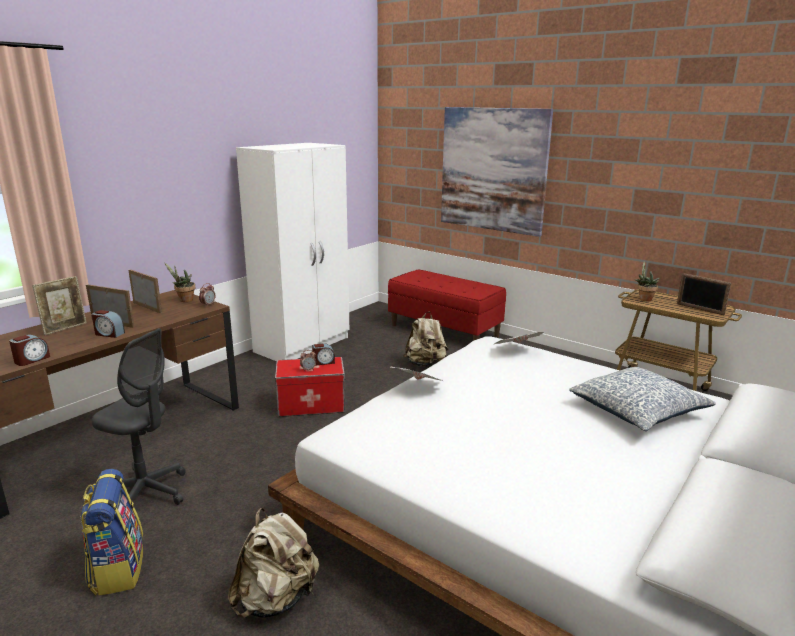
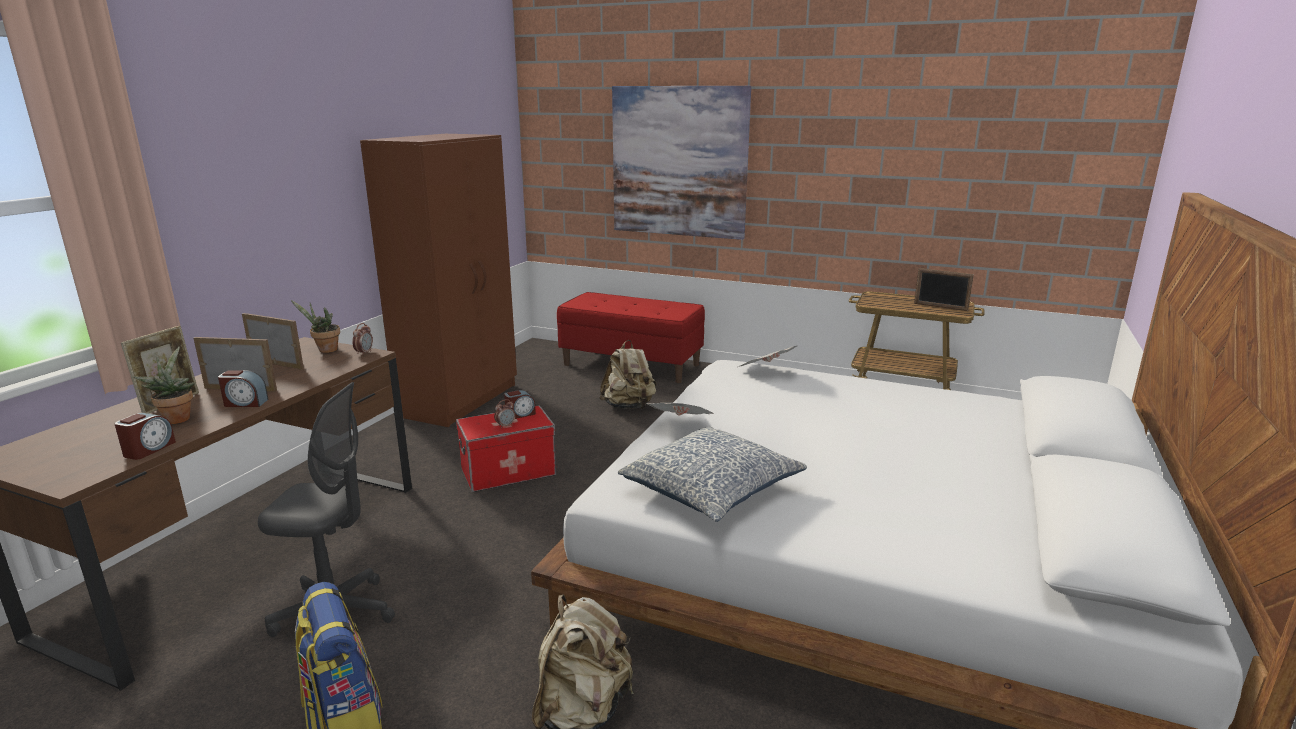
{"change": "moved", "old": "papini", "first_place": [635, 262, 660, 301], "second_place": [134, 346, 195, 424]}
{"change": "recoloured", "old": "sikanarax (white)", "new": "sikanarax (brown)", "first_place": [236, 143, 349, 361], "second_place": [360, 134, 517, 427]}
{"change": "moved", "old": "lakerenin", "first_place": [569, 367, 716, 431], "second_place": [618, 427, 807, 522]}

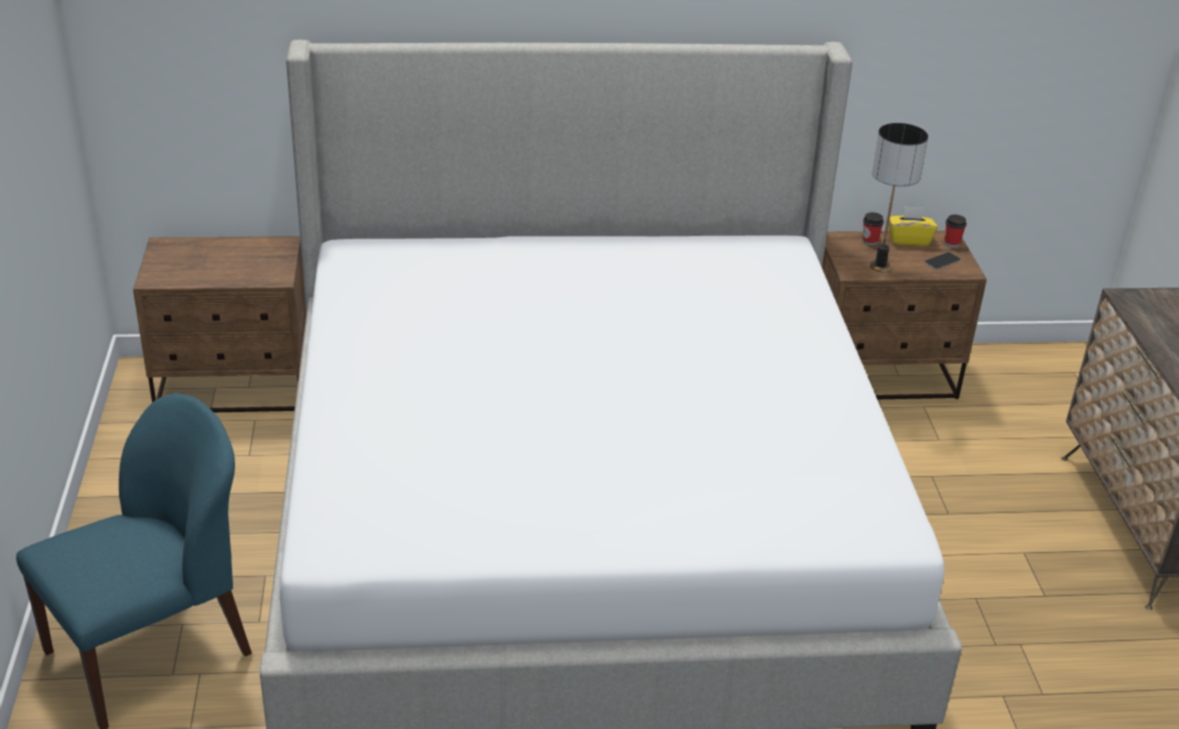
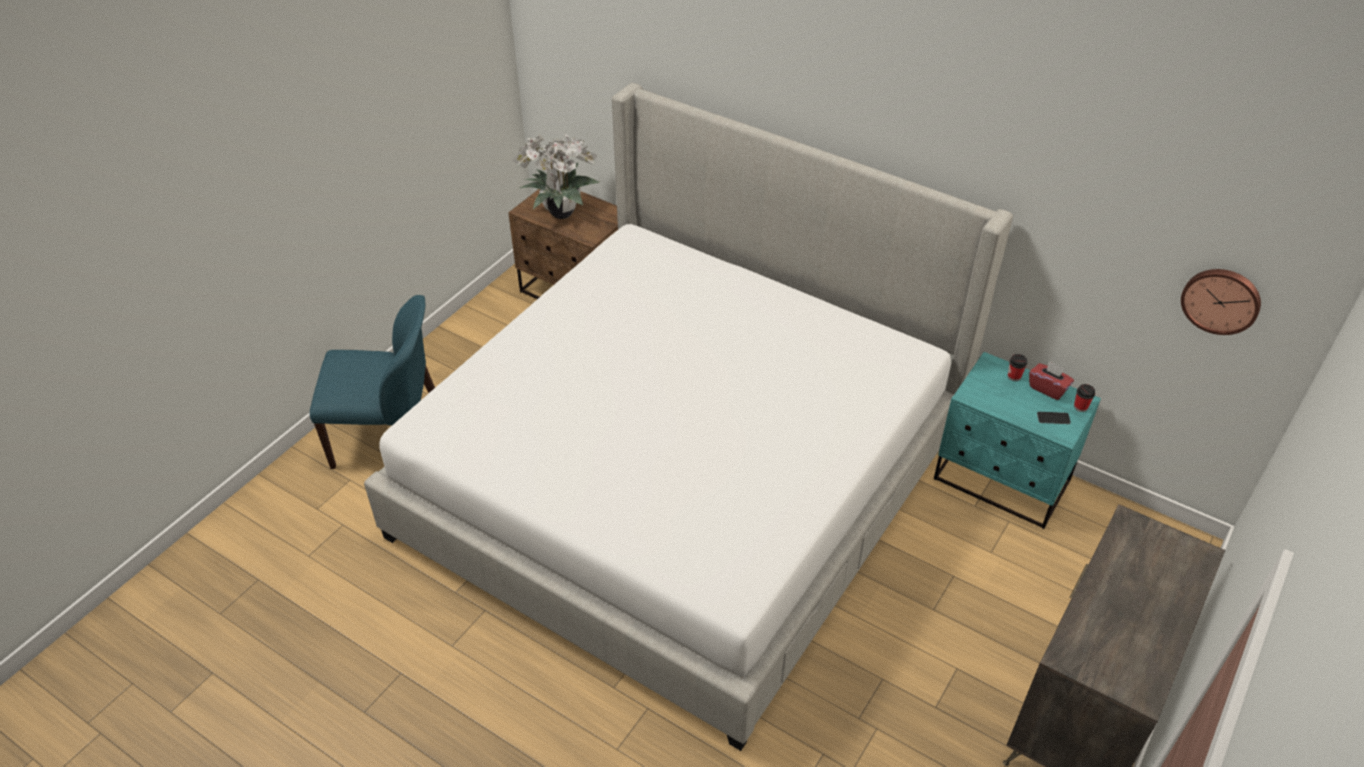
{"change": "added", "new": "papini", "second_place": [512, 134, 599, 219]}
{"change": "recoloured", "old": "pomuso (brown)", "new": "pomuso (turquoise)", "first_place": [822, 231, 987, 399], "second_place": [934, 352, 1101, 529]}
{"change": "recoloured", "old": "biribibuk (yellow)", "new": "biribibuk (red)", "first_place": [889, 206, 937, 246], "second_place": [1029, 361, 1074, 400]}
{"change": "added", "new": "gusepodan", "second_place": [1181, 269, 1261, 335]}
{"change": "removed", "old": "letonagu", "first_place": [870, 123, 928, 272]}

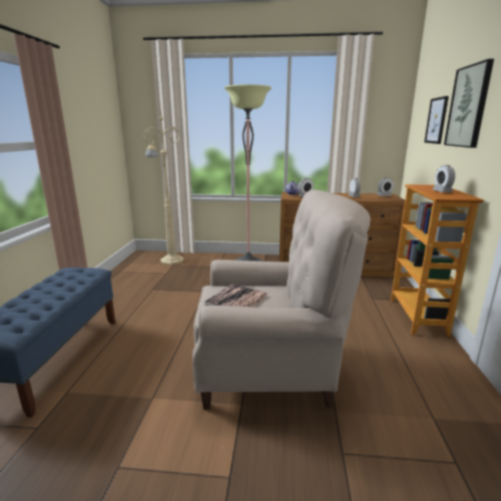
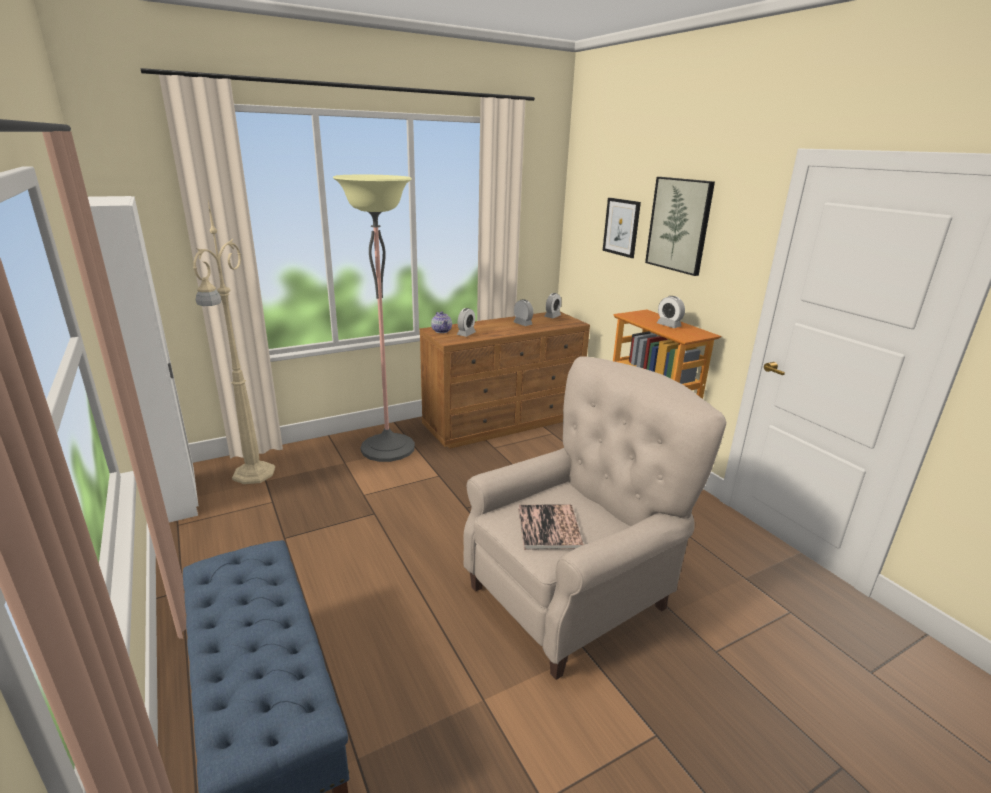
{"change": "added", "new": "sikanarax (white)", "second_place": [88, 196, 198, 522]}

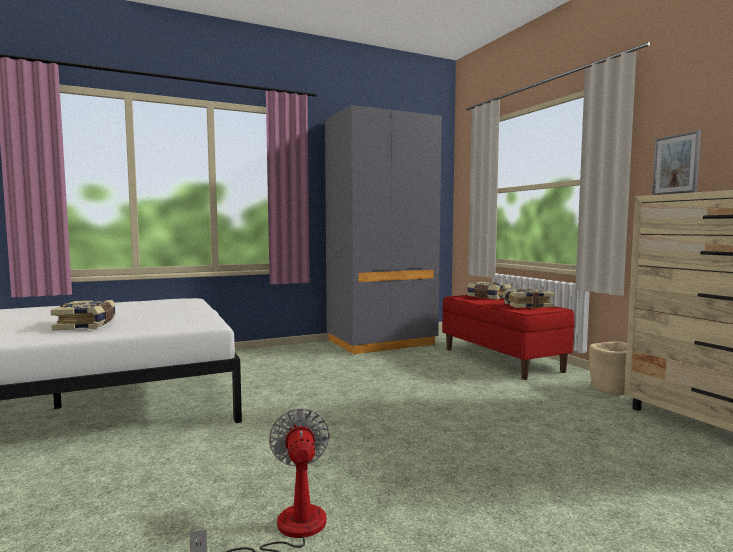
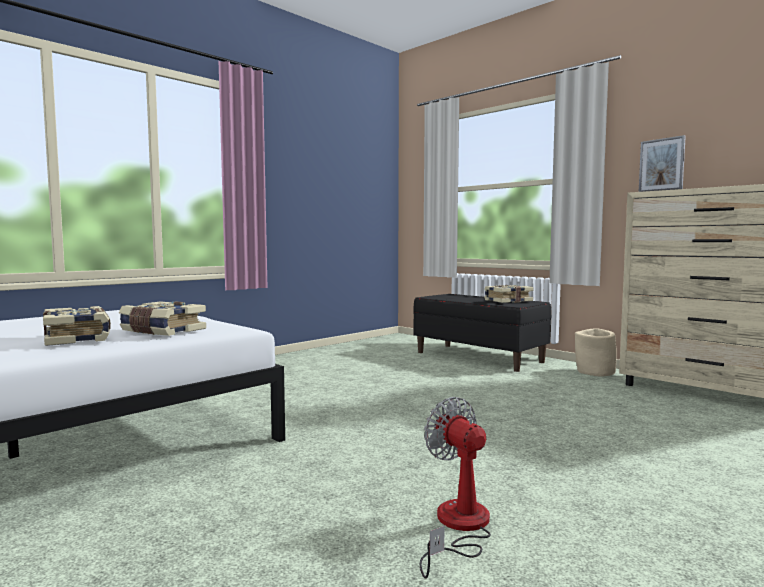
{"change": "moved", "old": "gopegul", "first_place": [467, 282, 512, 300], "second_place": [119, 301, 206, 336]}
{"change": "recoloured", "old": "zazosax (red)", "new": "zazosax (black)", "first_place": [442, 295, 575, 380], "second_place": [413, 294, 551, 372]}
{"change": "removed", "old": "sikanarax (grey)", "first_place": [325, 105, 442, 355]}

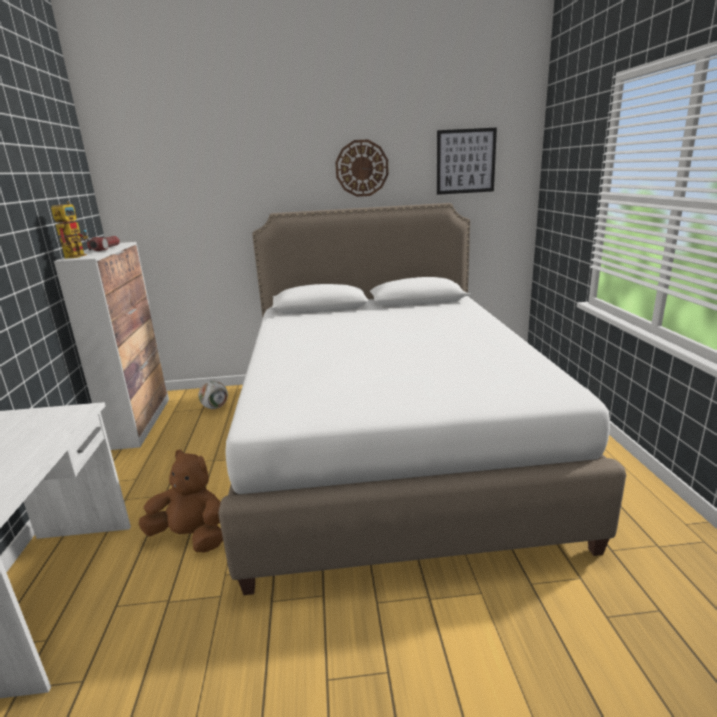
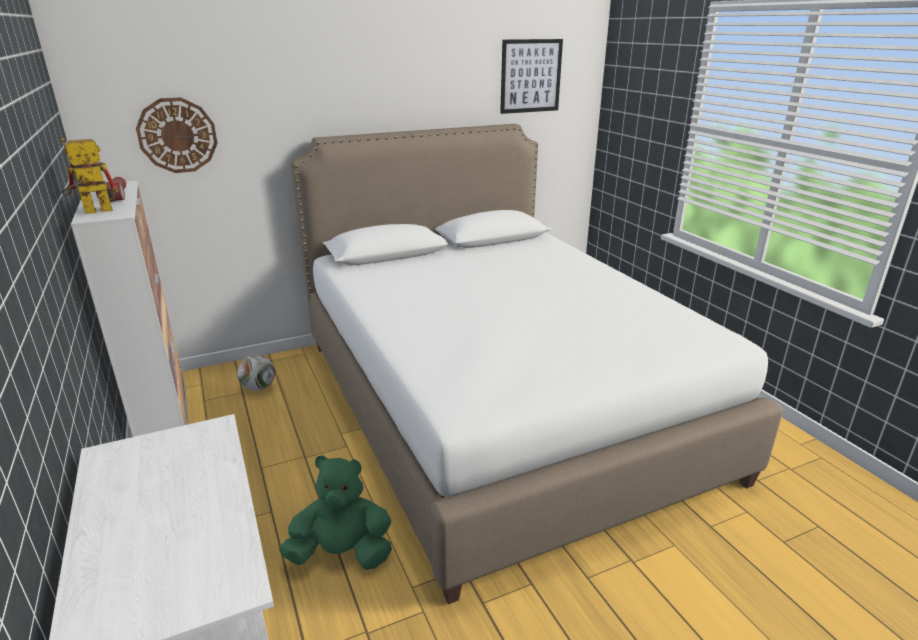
{"change": "turned", "old": "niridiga", "first_place": [51, 201, 88, 258], "second_place": [61, 138, 118, 214], "degrees": -105}
{"change": "moved", "old": "gusepodan", "first_place": [335, 139, 389, 197], "second_place": [136, 98, 218, 173]}
{"change": "recoloured", "old": "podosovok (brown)", "new": "podosovok (green)", "first_place": [139, 450, 223, 553], "second_place": [279, 455, 392, 570]}

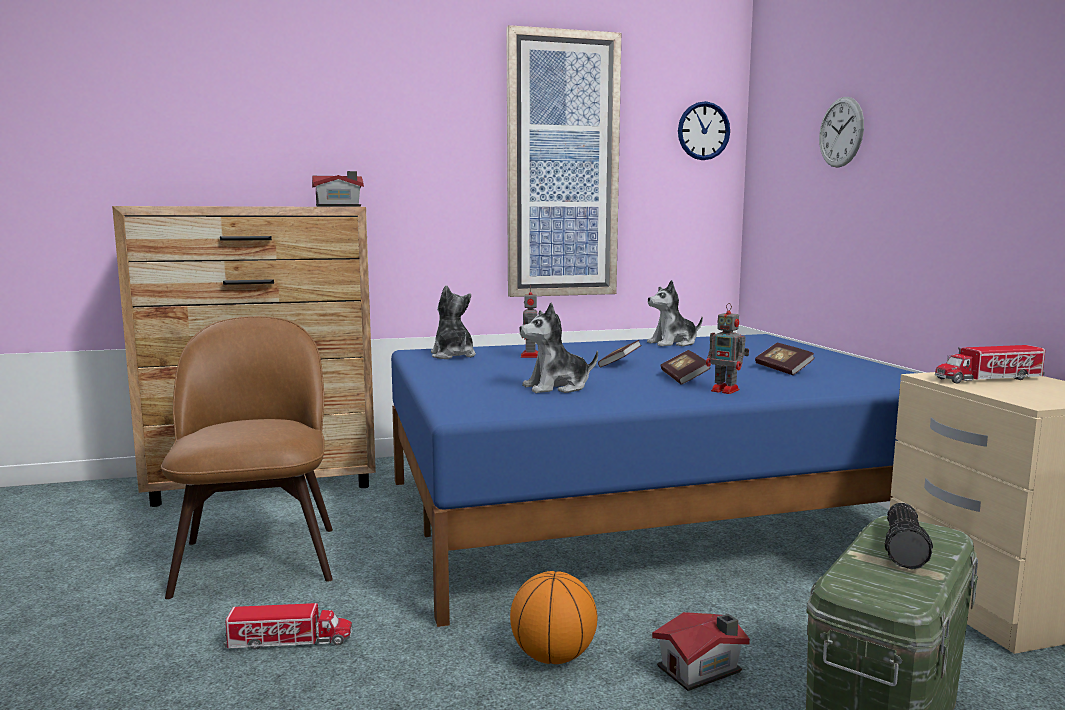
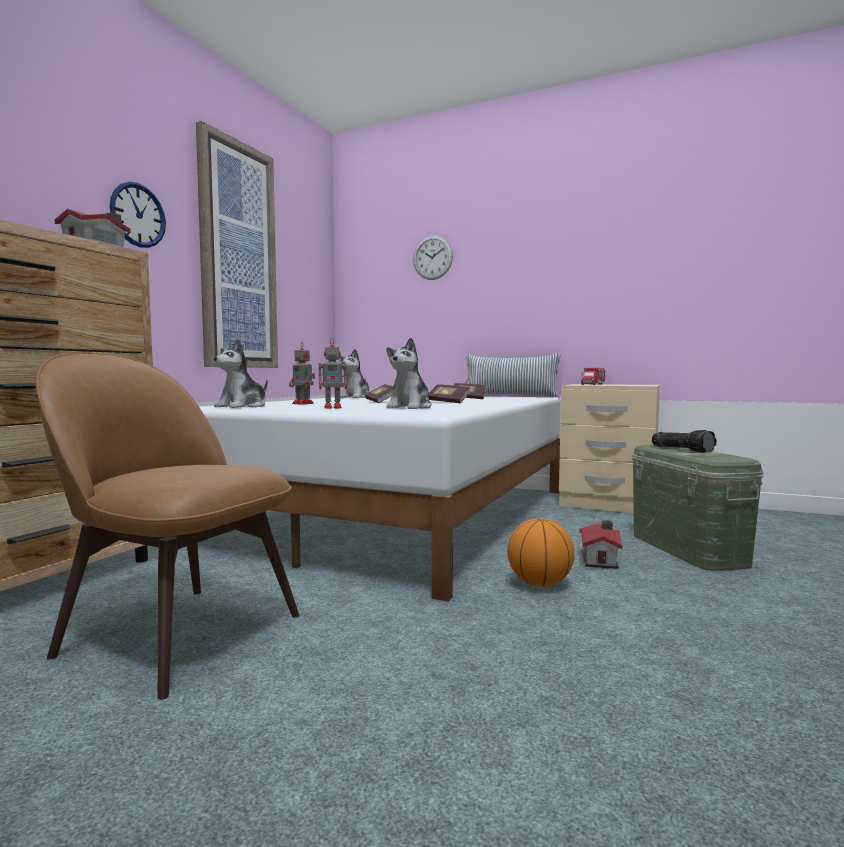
{"change": "moved", "old": "gusepodan", "first_place": [678, 101, 730, 160], "second_place": [110, 182, 166, 248]}
{"change": "recoloured", "old": "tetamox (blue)", "new": "tetamox (white)", "first_place": [391, 334, 915, 627], "second_place": [178, 396, 560, 602]}
{"change": "turned", "old": "podosovok", "first_place": [431, 285, 476, 359], "second_place": [214, 339, 268, 408], "degrees": -75}
{"change": "moved", "old": "niridiga", "first_place": [706, 303, 749, 394], "second_place": [319, 338, 349, 409]}
{"change": "added", "new": "lakerenin", "second_place": [466, 353, 561, 397]}
{"change": "removed", "old": "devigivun", "first_place": [223, 603, 352, 649]}

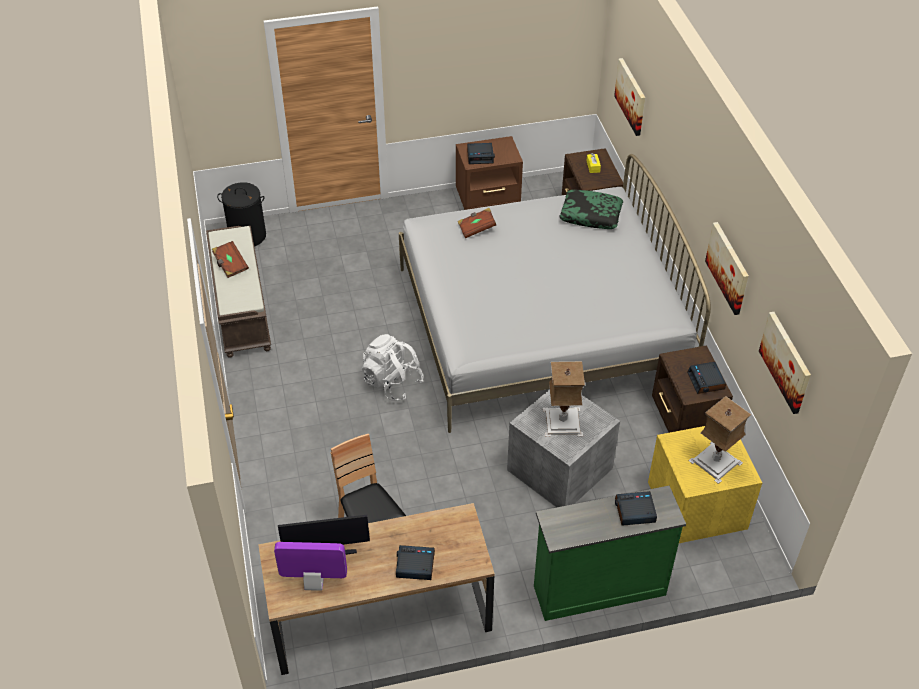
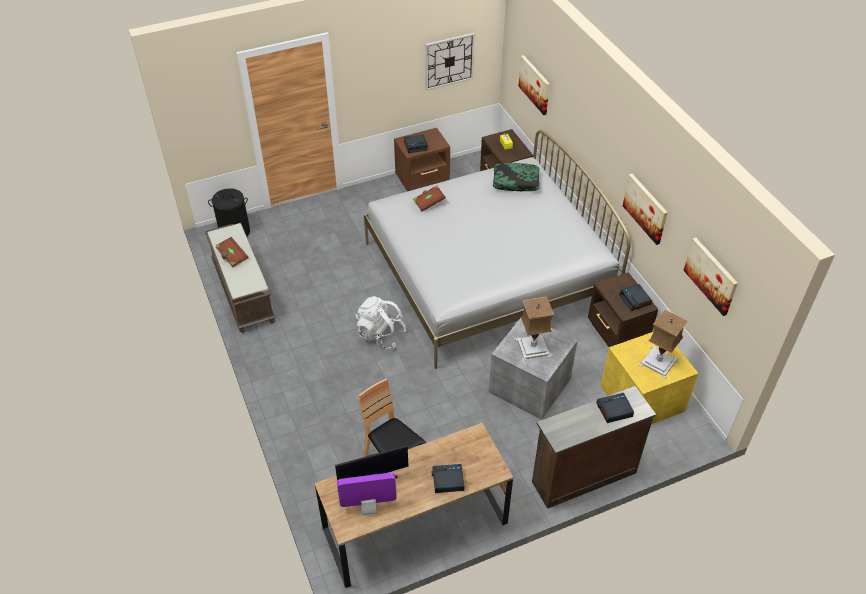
{"change": "added", "new": "gusepodan", "second_place": [425, 33, 475, 91]}
{"change": "recoloured", "old": "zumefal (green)", "new": "zumefal (brown)", "first_place": [534, 486, 686, 621], "second_place": [532, 386, 656, 509]}

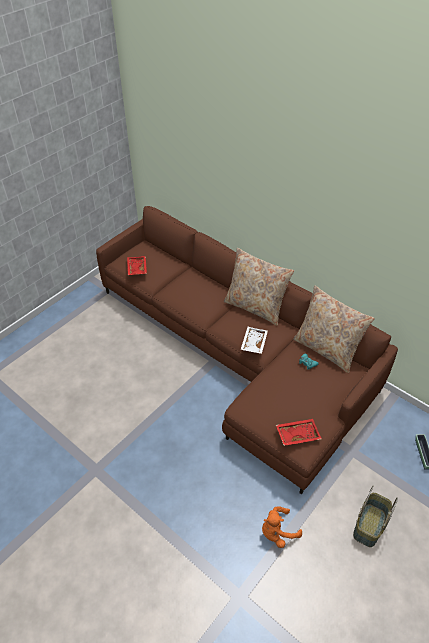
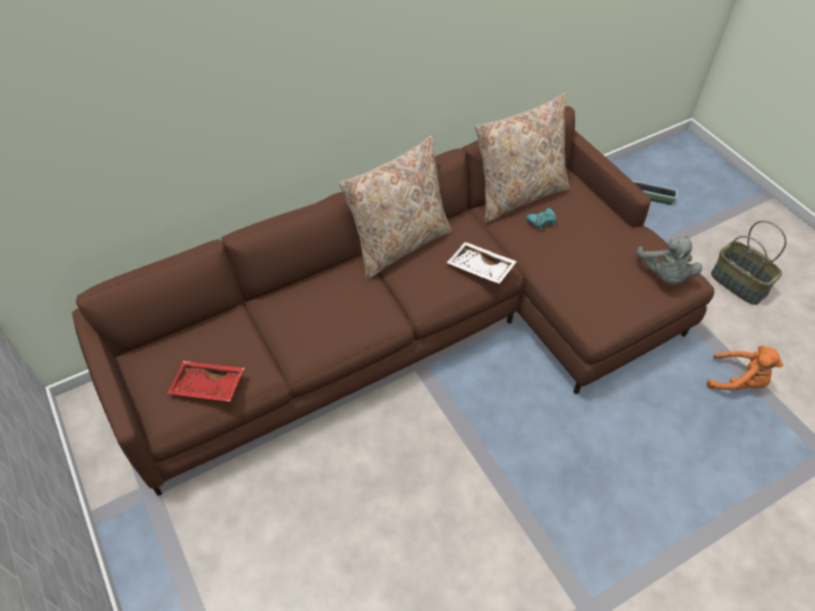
{"change": "replaced", "old": "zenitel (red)", "new": "podosovok (grey)", "first_place": [276, 419, 322, 446], "second_place": [636, 236, 702, 285]}
{"change": "turned", "old": "podosovok (orange)", "first_place": [262, 507, 302, 548], "second_place": [707, 346, 783, 390], "degrees": -60}

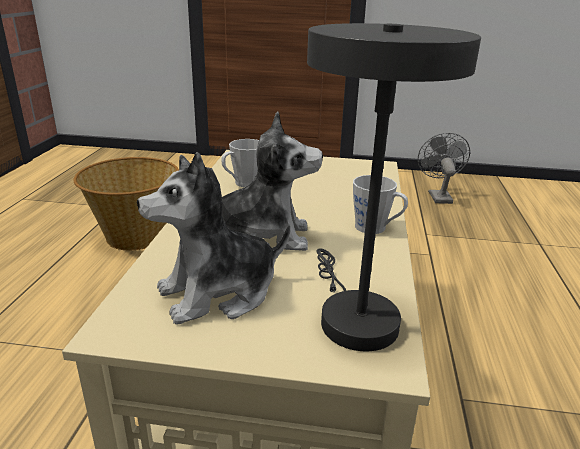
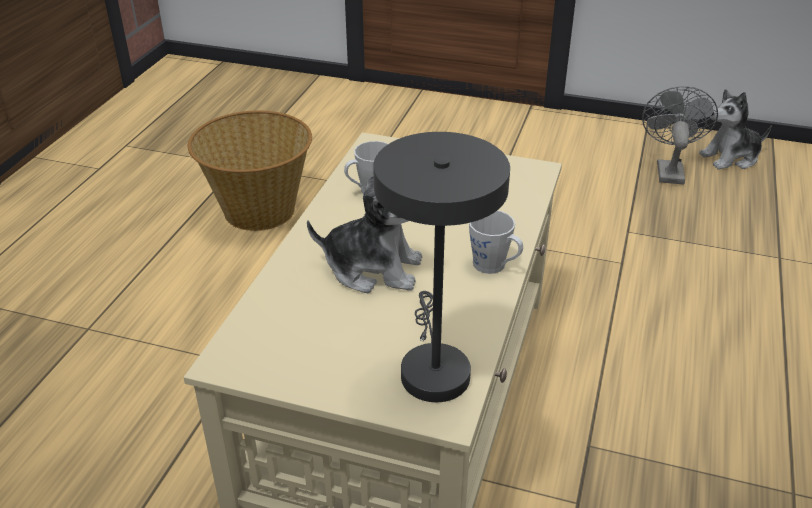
{"change": "moved", "old": "podosovok", "first_place": [137, 152, 290, 325], "second_place": [699, 89, 772, 169]}

